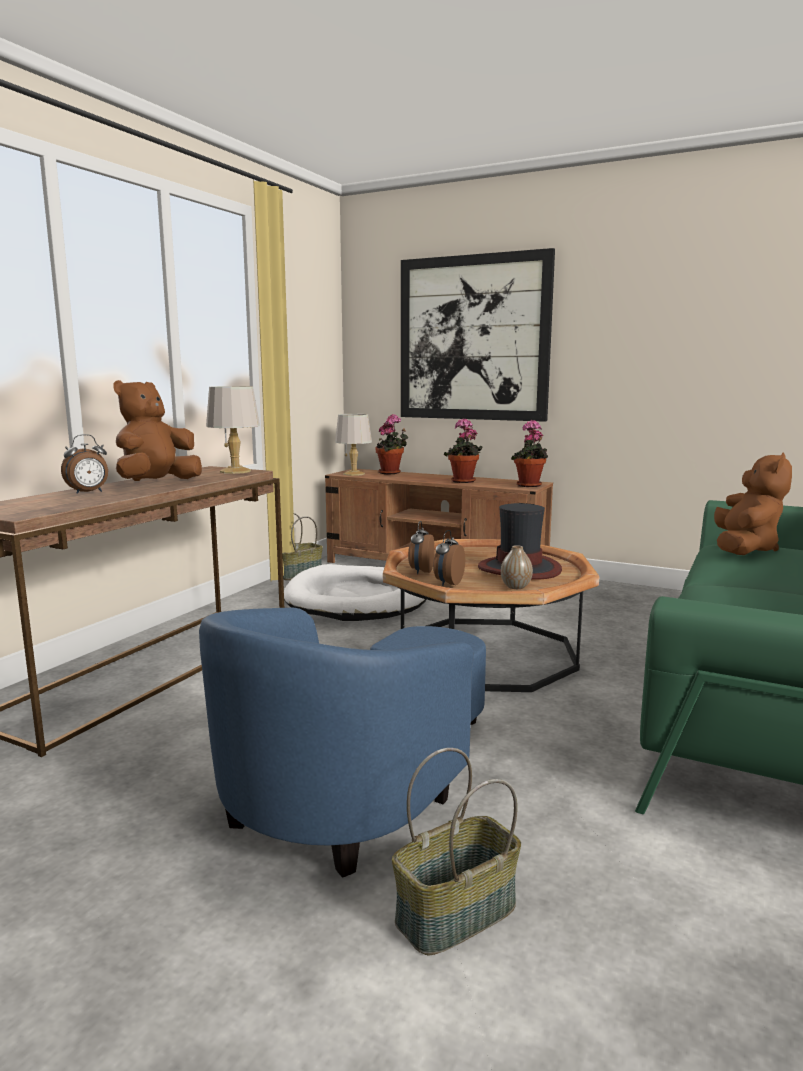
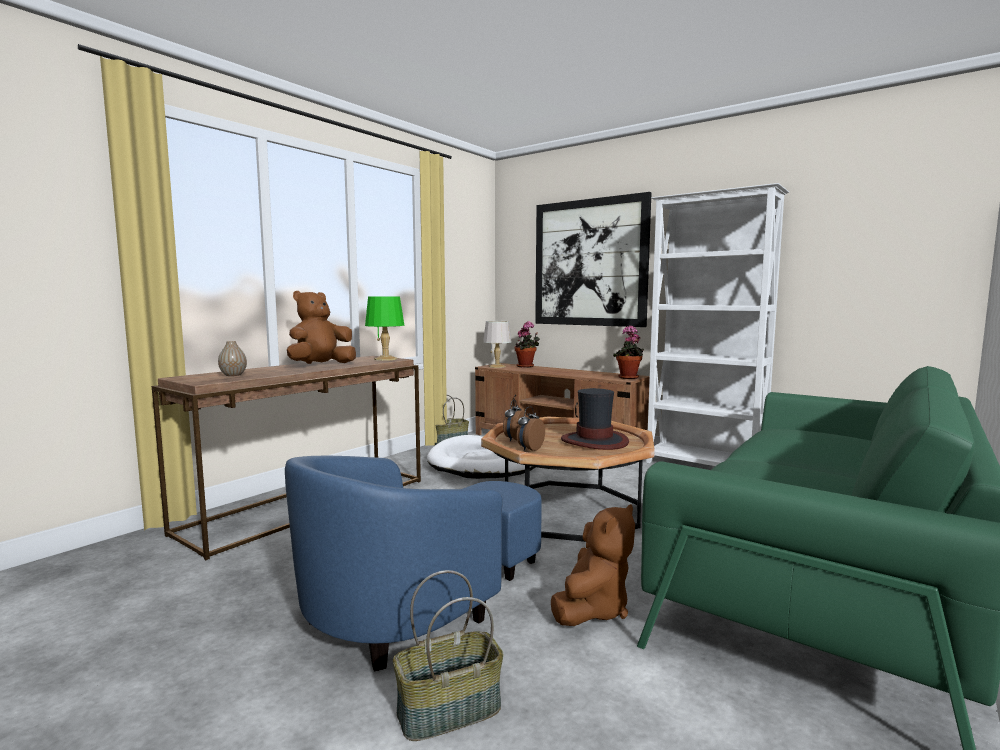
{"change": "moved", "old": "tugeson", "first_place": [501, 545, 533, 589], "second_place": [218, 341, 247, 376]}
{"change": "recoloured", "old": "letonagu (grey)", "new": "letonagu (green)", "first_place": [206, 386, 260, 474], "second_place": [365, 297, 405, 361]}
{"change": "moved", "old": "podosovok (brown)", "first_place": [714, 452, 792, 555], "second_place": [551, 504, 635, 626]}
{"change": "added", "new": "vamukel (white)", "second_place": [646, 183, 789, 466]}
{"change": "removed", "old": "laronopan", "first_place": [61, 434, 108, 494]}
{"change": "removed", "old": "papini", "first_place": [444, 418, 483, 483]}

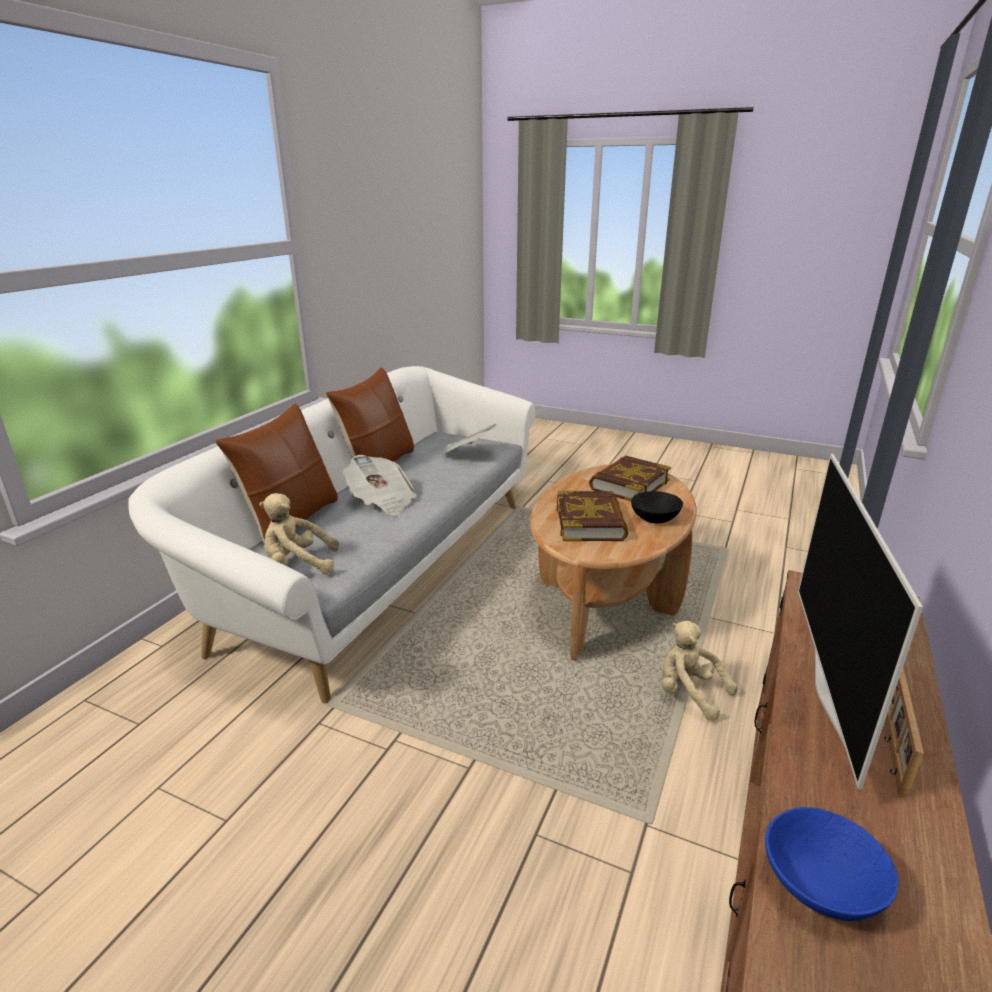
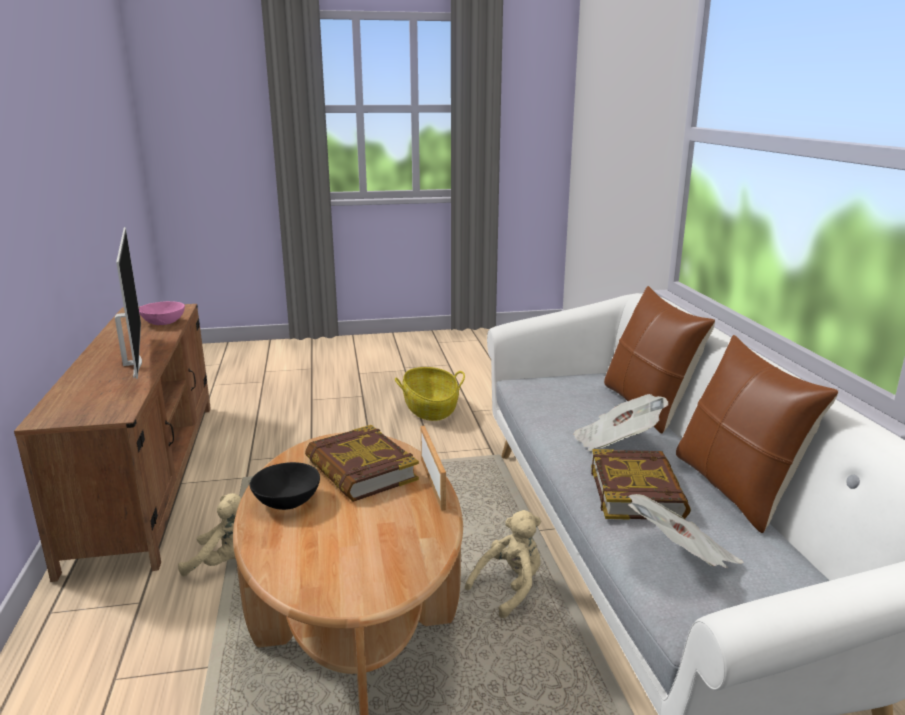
{"change": "recoloured", "old": "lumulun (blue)", "new": "lumulun (pink)", "first_place": [765, 807, 898, 921], "second_place": [139, 301, 185, 325]}
{"change": "added", "new": "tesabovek", "second_place": [395, 367, 465, 421]}
{"change": "moved", "old": "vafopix", "first_place": [885, 669, 924, 799], "second_place": [421, 426, 446, 510]}
{"change": "moved", "old": "podosovok (beige)", "first_place": [259, 493, 339, 574], "second_place": [465, 510, 541, 618]}
{"change": "moved", "old": "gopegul", "first_place": [589, 455, 671, 502], "second_place": [591, 449, 691, 520]}

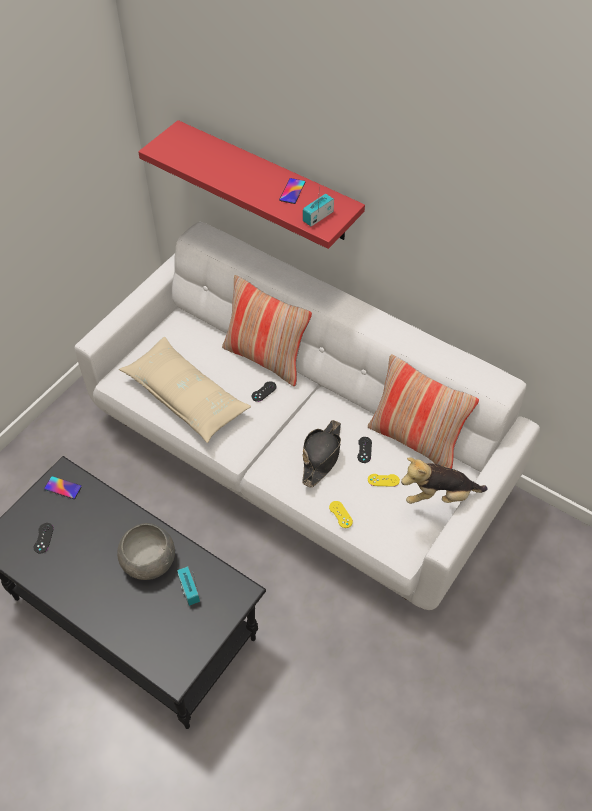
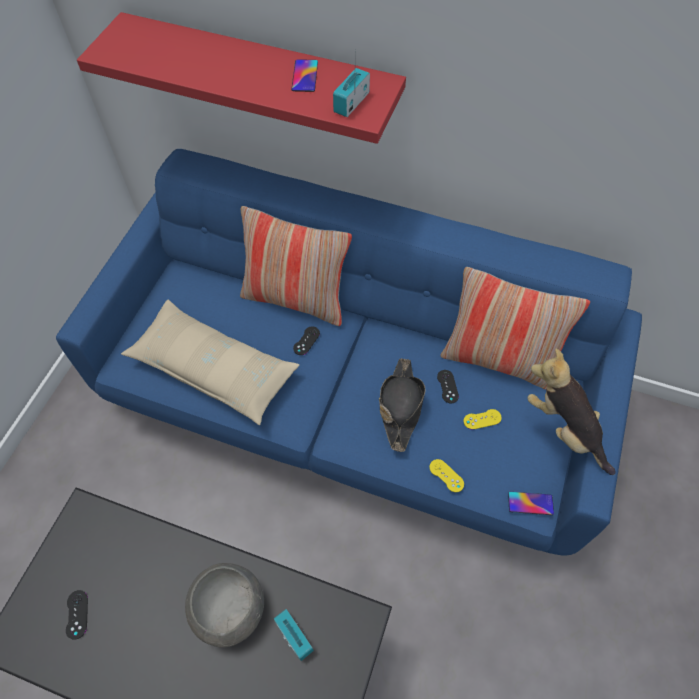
{"change": "recoloured", "old": "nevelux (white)", "new": "nevelux (blue)", "first_place": [75, 222, 540, 610], "second_place": [56, 149, 642, 555]}
{"change": "moved", "old": "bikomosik", "first_place": [44, 476, 82, 499], "second_place": [508, 492, 554, 515]}
{"change": "turned", "old": "podosovok", "first_place": [401, 457, 488, 504], "second_place": [527, 349, 616, 475], "degrees": 75}

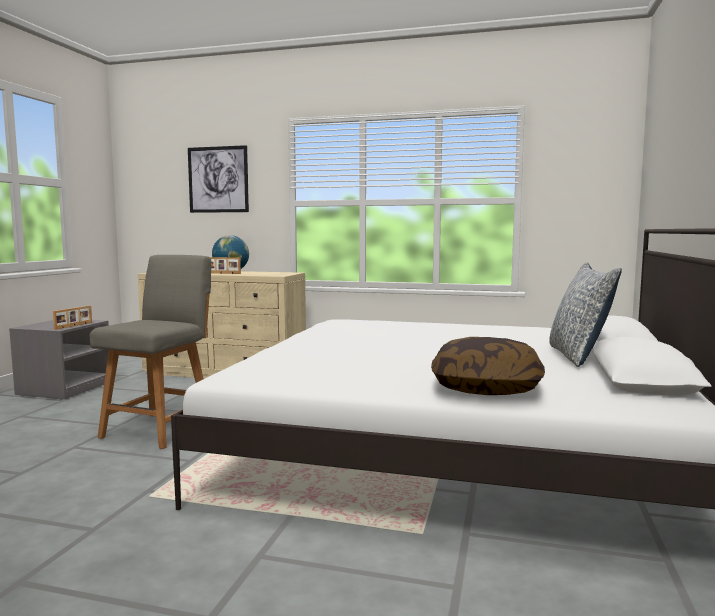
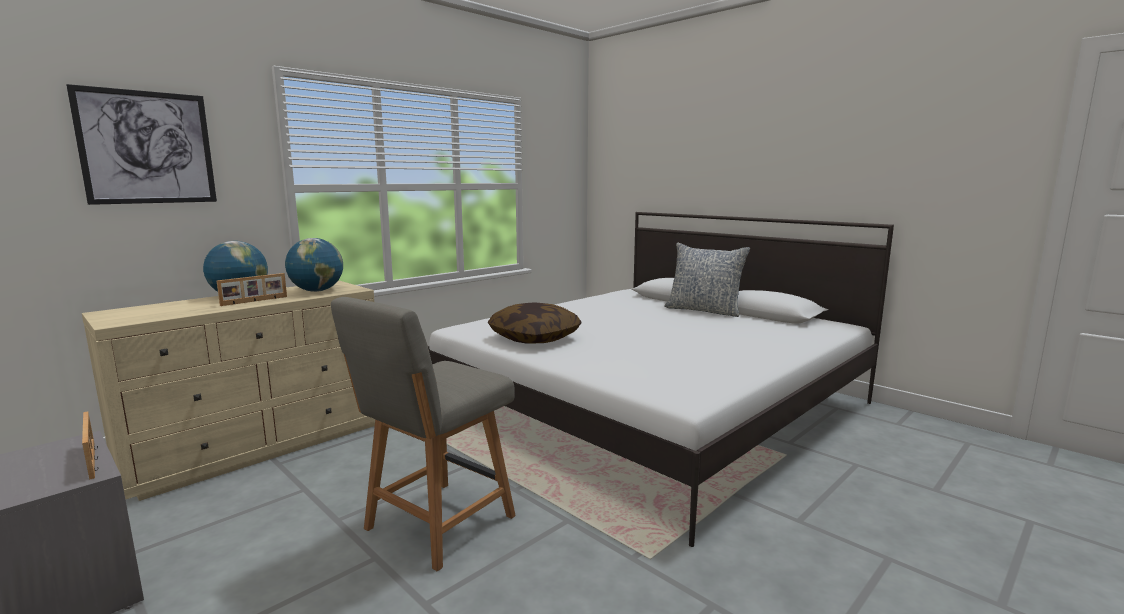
{"change": "added", "new": "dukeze", "second_place": [285, 238, 343, 292]}
{"change": "turned", "old": "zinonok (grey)", "first_place": [90, 255, 211, 449], "second_place": [331, 297, 516, 571], "degrees": -105}
{"change": "moved", "old": "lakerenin", "first_place": [431, 337, 545, 395], "second_place": [488, 302, 582, 343]}

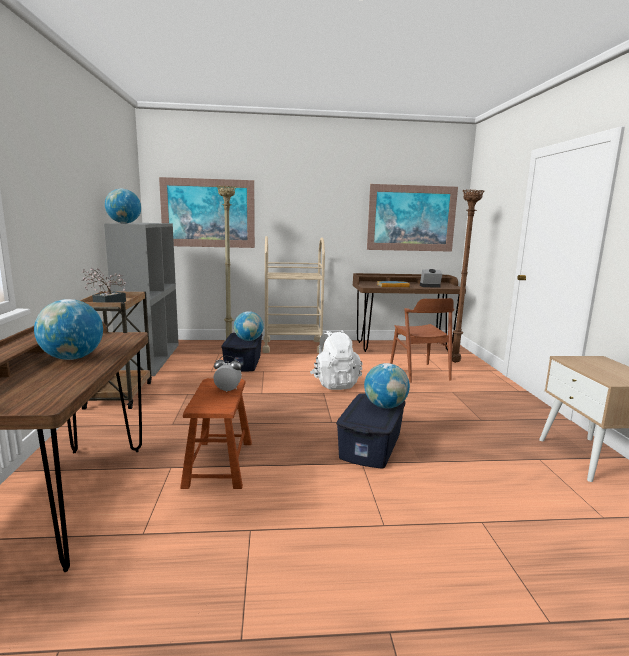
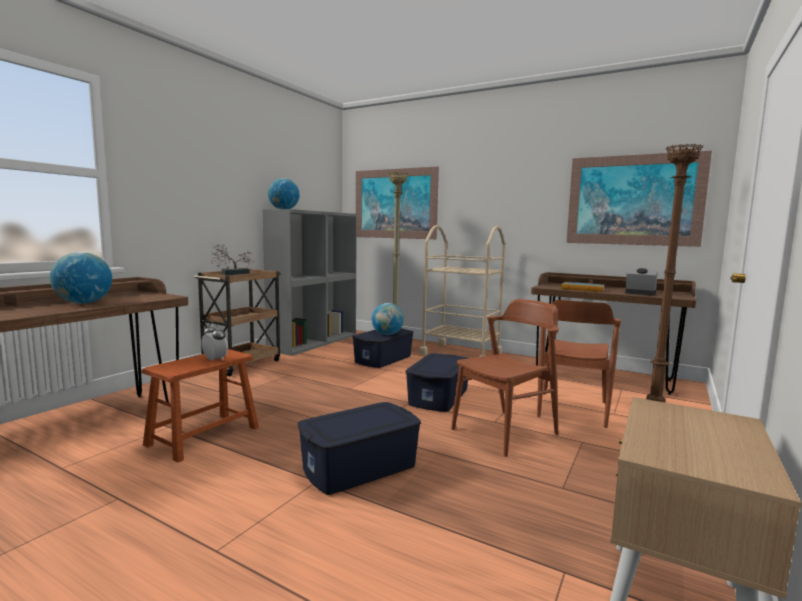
{"change": "replaced", "old": "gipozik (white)", "new": "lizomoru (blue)", "first_place": [310, 331, 363, 390], "second_place": [405, 353, 468, 412]}
{"change": "added", "new": "zinonok (brown)", "second_place": [451, 299, 559, 457]}
{"change": "removed", "old": "dukeze", "first_place": [364, 363, 410, 409]}

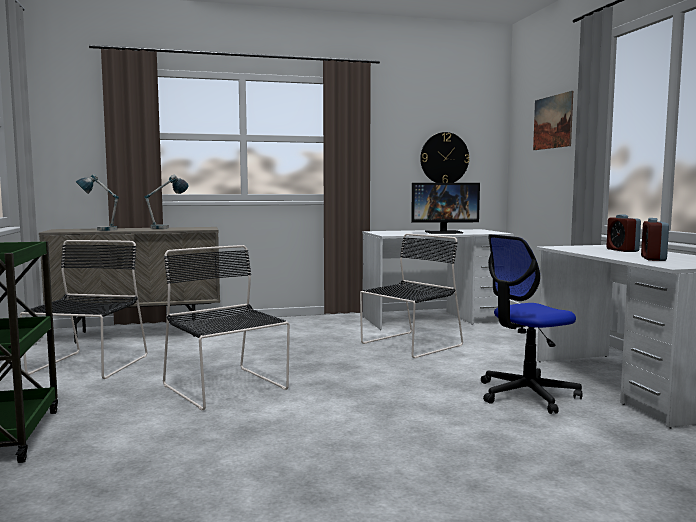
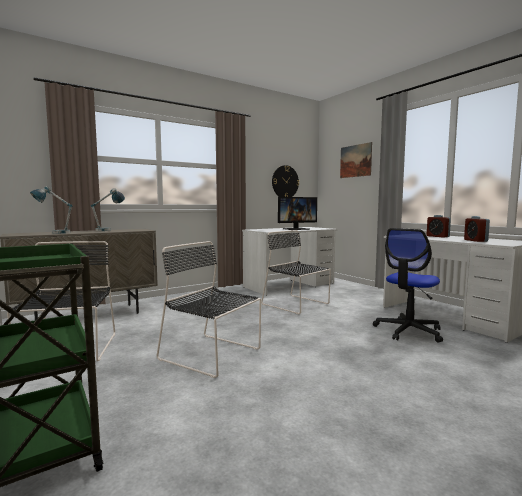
{"change": "turned", "old": "zinonok (black)", "first_place": [360, 234, 463, 359], "second_place": [261, 230, 331, 314], "degrees": -75}

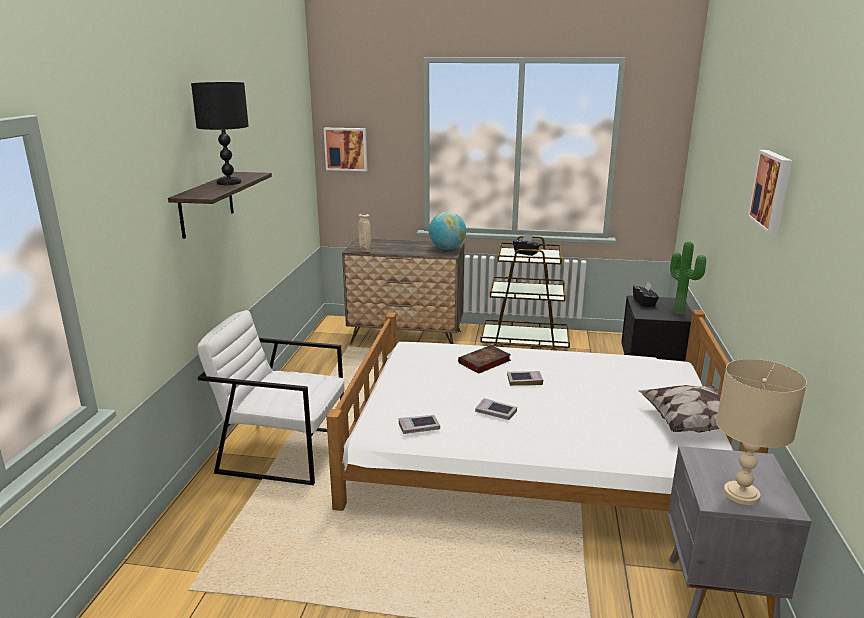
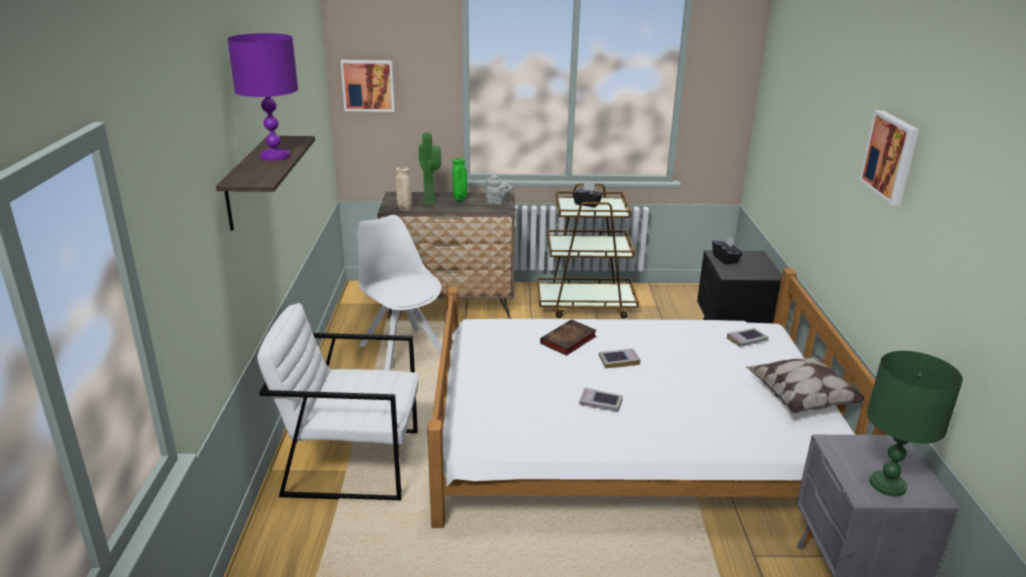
{"change": "recoloured", "old": "letonagu (black)", "new": "letonagu (purple)", "first_place": [191, 82, 249, 185], "second_place": [228, 33, 298, 161]}
{"change": "added", "new": "zinonok (white)", "second_place": [358, 215, 442, 370]}
{"change": "moved", "old": "papini", "first_place": [670, 242, 706, 315], "second_place": [419, 132, 441, 205]}
{"change": "added", "new": "tugeson (green)", "second_place": [452, 158, 467, 201]}
{"change": "replaced", "old": "dukeze", "new": "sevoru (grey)", "first_place": [429, 212, 466, 250], "second_place": [485, 175, 515, 205]}
{"change": "moved", "old": "gopegul", "first_place": [399, 415, 440, 434], "second_place": [727, 328, 768, 347]}
{"change": "recoloured", "old": "letonagu (beige)", "new": "letonagu (green)", "first_place": [716, 359, 807, 505], "second_place": [867, 351, 963, 496]}

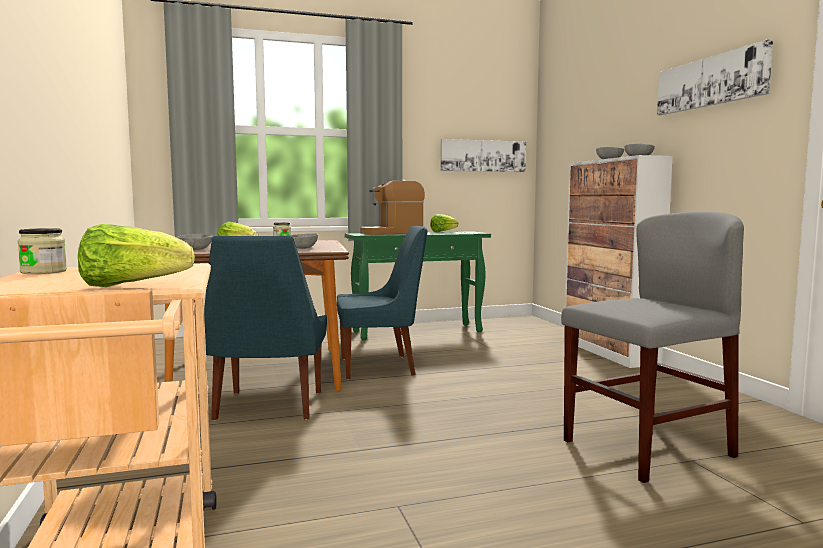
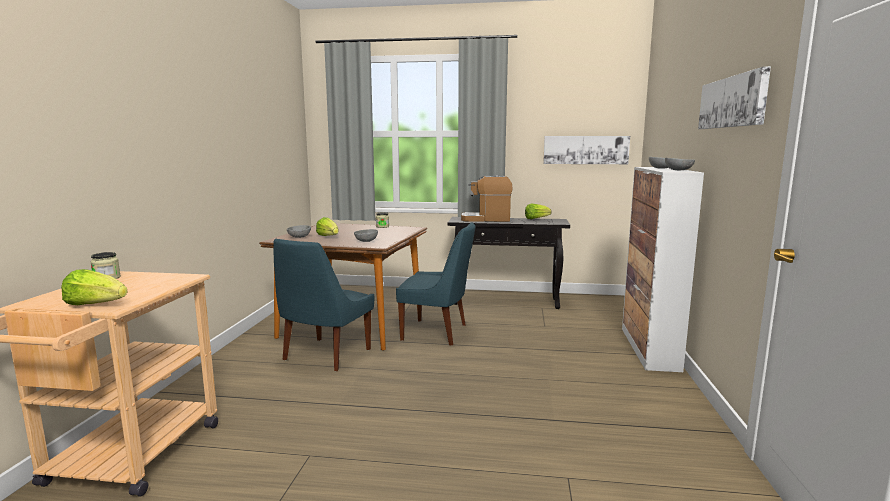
{"change": "recoloured", "old": "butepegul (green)", "new": "butepegul (black)", "first_place": [345, 231, 491, 340], "second_place": [448, 217, 570, 309]}
{"change": "removed", "old": "zinonok (grey)", "first_place": [561, 212, 744, 483]}

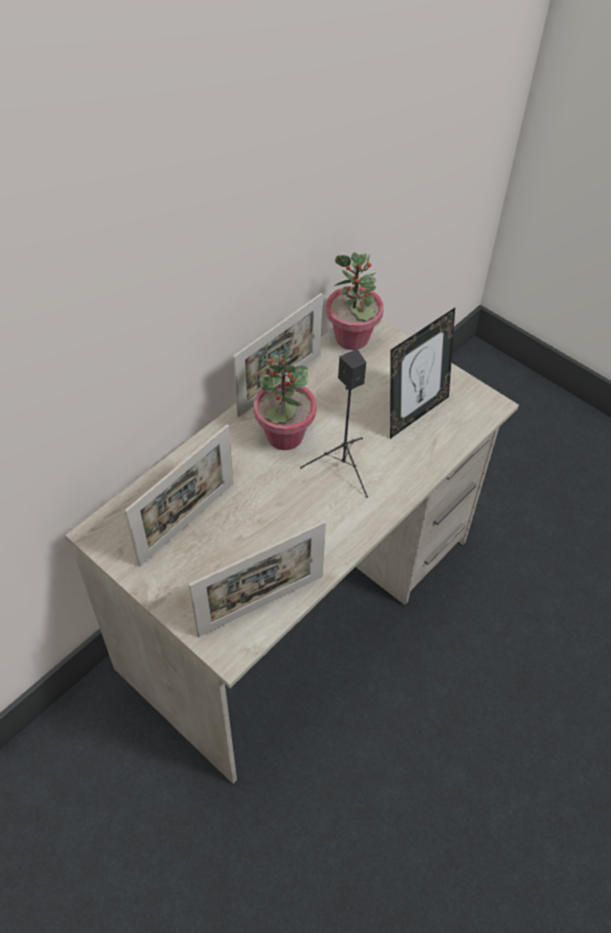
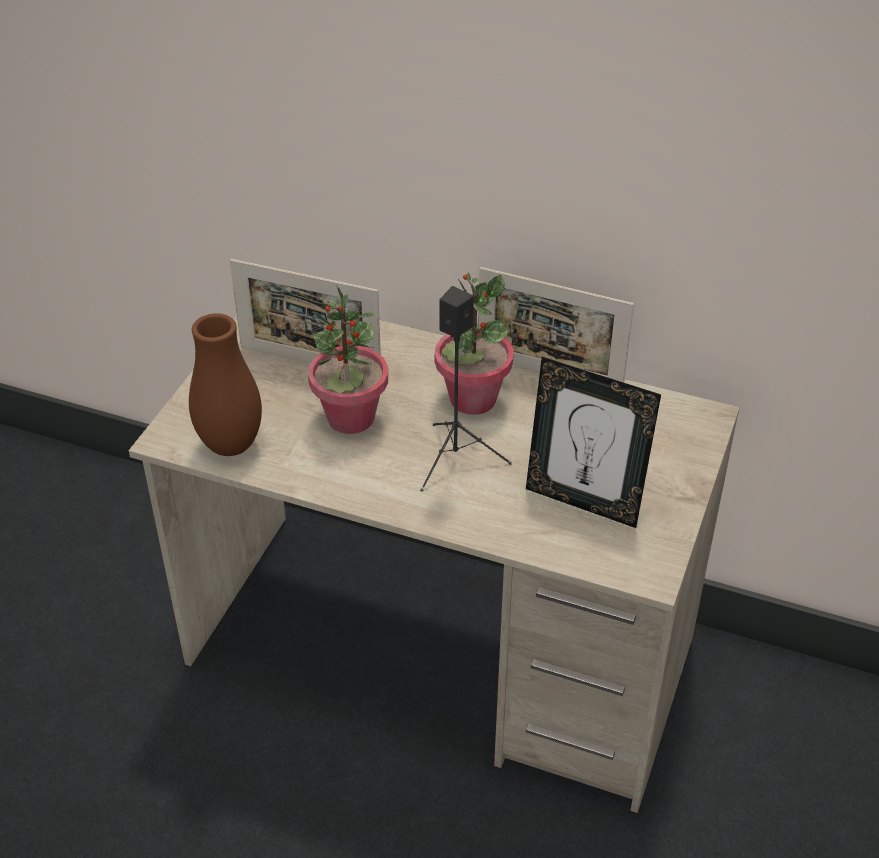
{"change": "replaced", "old": "vafopix", "new": "tugeson (brown)", "first_place": [189, 521, 326, 637], "second_place": [189, 313, 262, 456]}
{"change": "moved", "old": "papini", "first_place": [326, 252, 383, 350], "second_place": [308, 284, 388, 434]}

